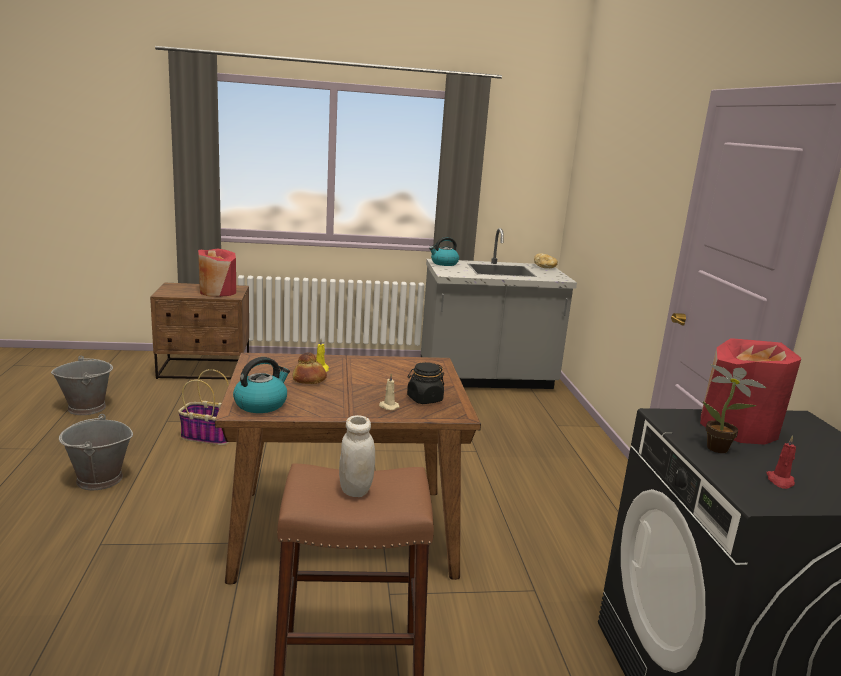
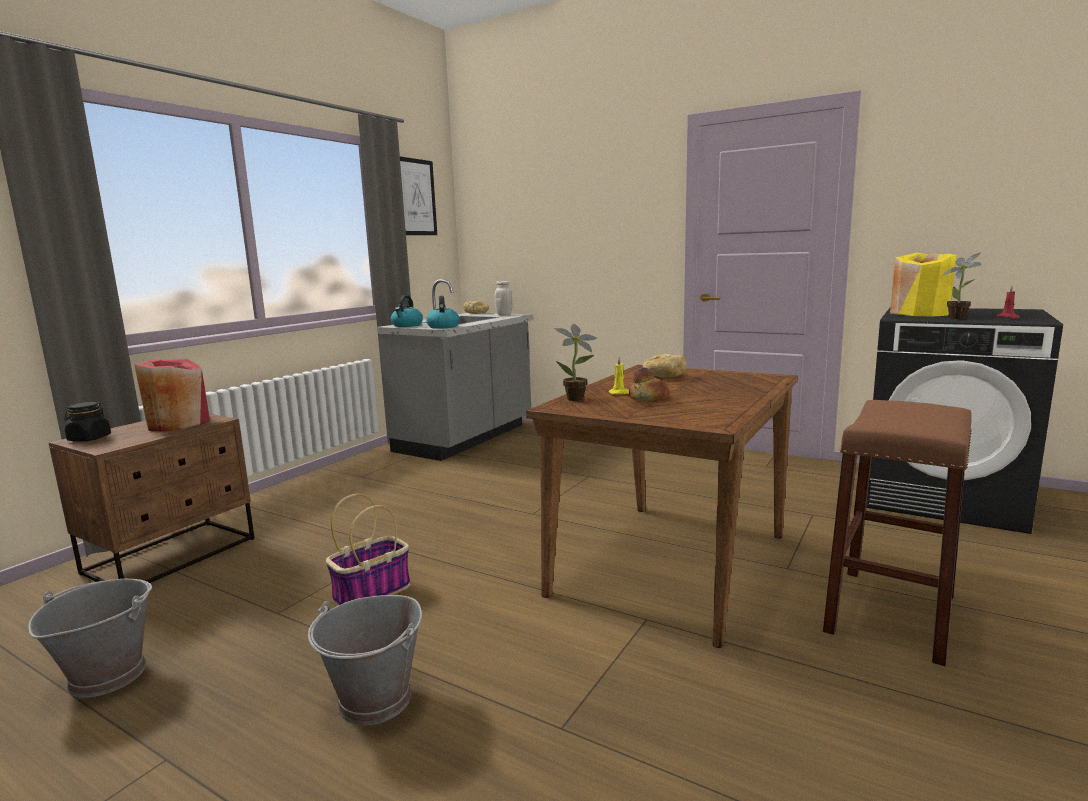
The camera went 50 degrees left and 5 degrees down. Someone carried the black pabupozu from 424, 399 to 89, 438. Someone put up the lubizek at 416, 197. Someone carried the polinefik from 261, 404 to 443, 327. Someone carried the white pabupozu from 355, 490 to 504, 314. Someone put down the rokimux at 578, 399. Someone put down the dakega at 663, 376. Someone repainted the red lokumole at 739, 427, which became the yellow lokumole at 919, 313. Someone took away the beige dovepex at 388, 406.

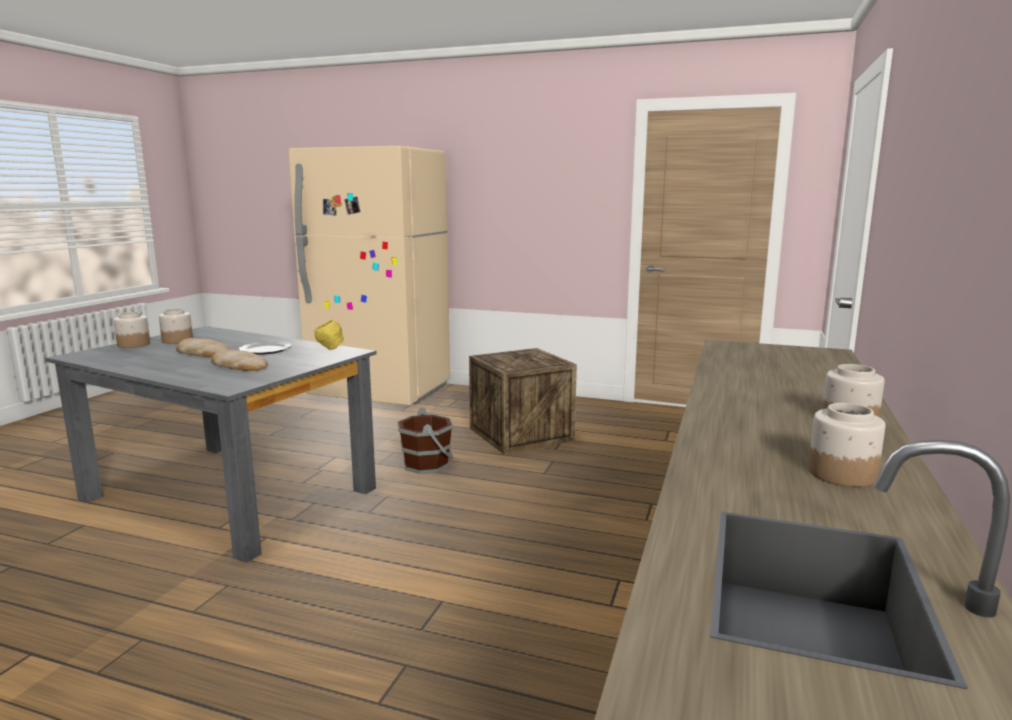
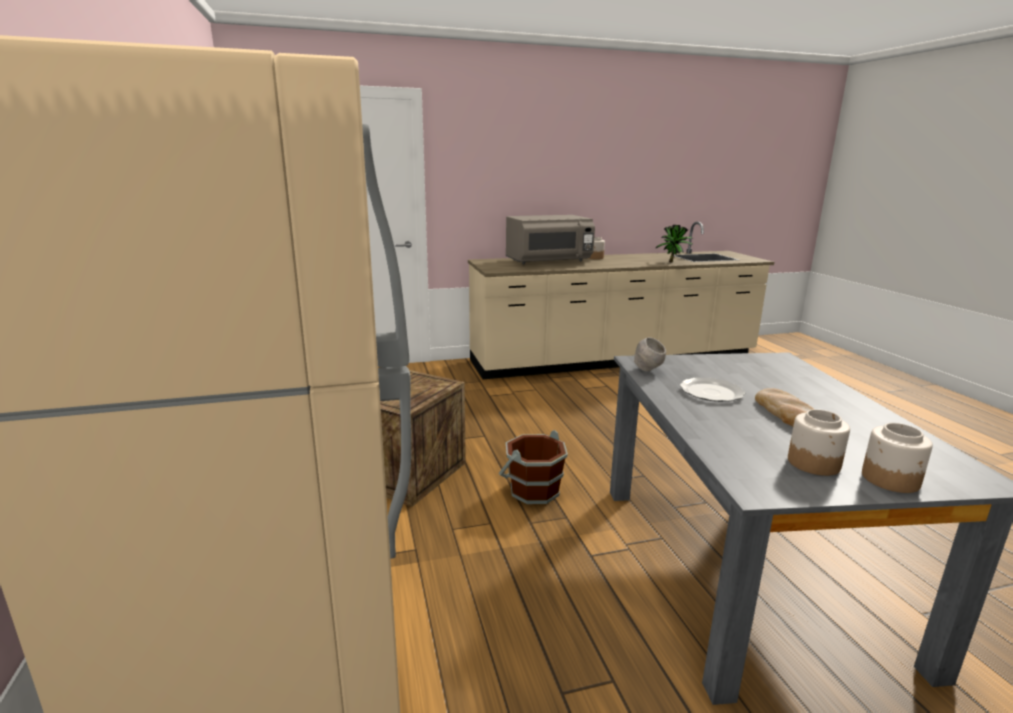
The camera went 125 degrees left and 5 degrees up. Someone put down the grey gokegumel at 549, 261. Someone repainted the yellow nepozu at 330, 349, which became the grey nepozu at 648, 370. Someone put down the rokimux at 673, 262. Someone took away the dakega at 238, 365. Someone took away the pabupozu at 841, 474.

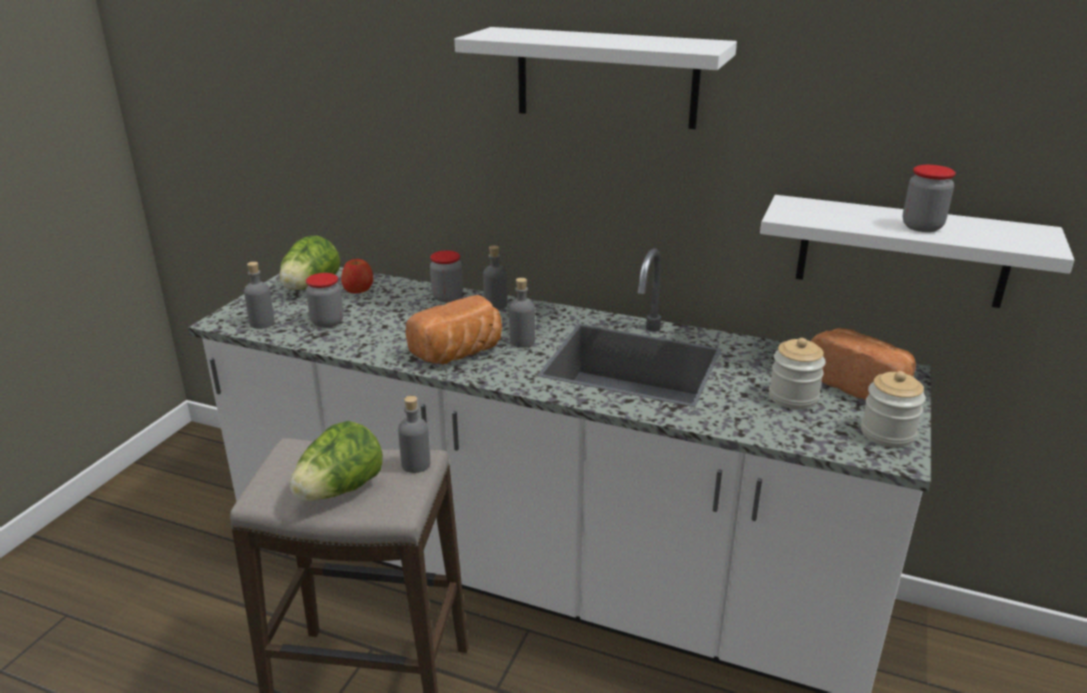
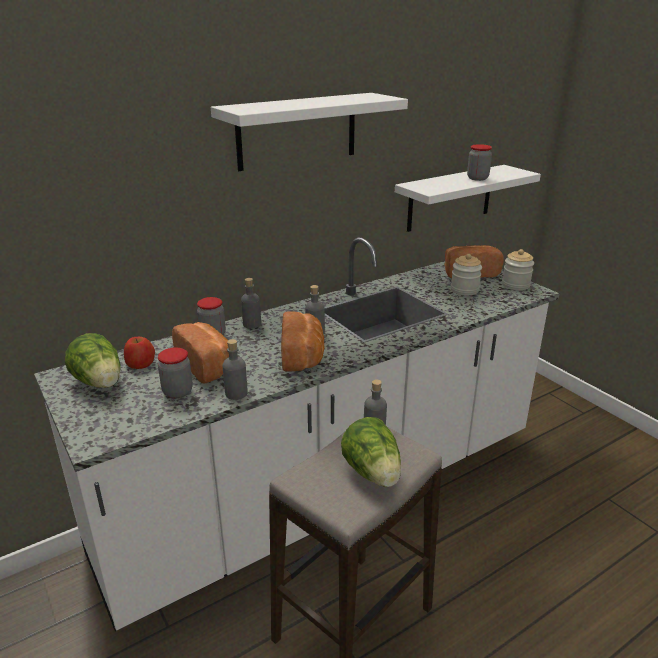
The camera went 55 degrees left and 0 degrees up. Someone put down the dakega at 208, 365. Someone carried the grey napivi from 262, 323 to 236, 393.

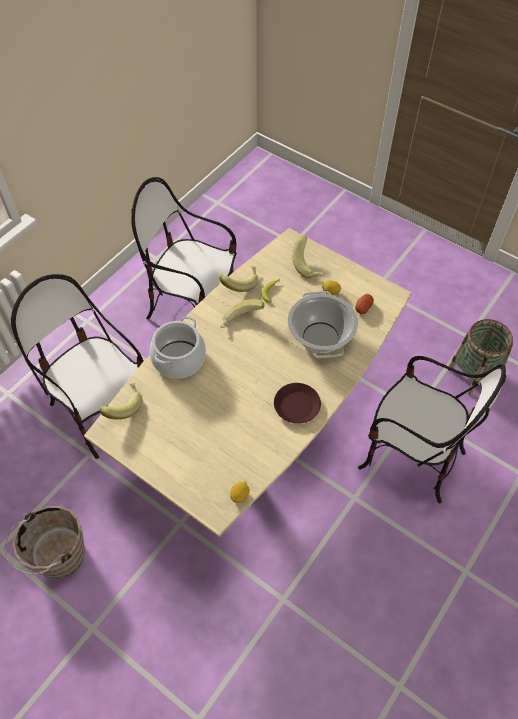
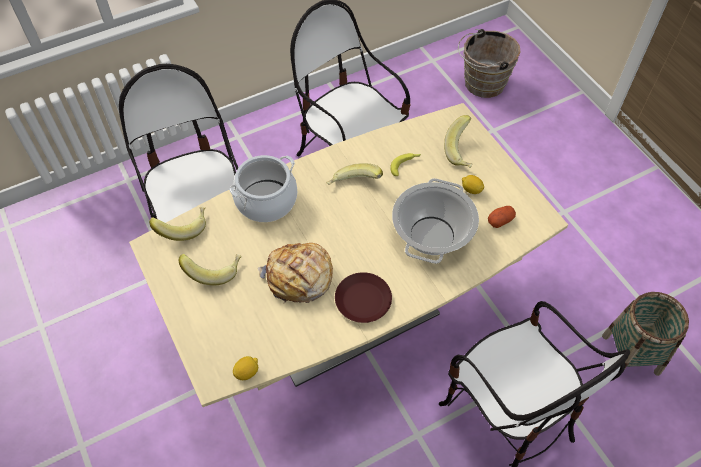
The camera went 25 degrees right and 0 degrees up. Someone carried the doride from 240, 283 to 214, 270. Someone put down the dakega at 299, 278. Someone carried the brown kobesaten from 56, 558 to 481, 84.

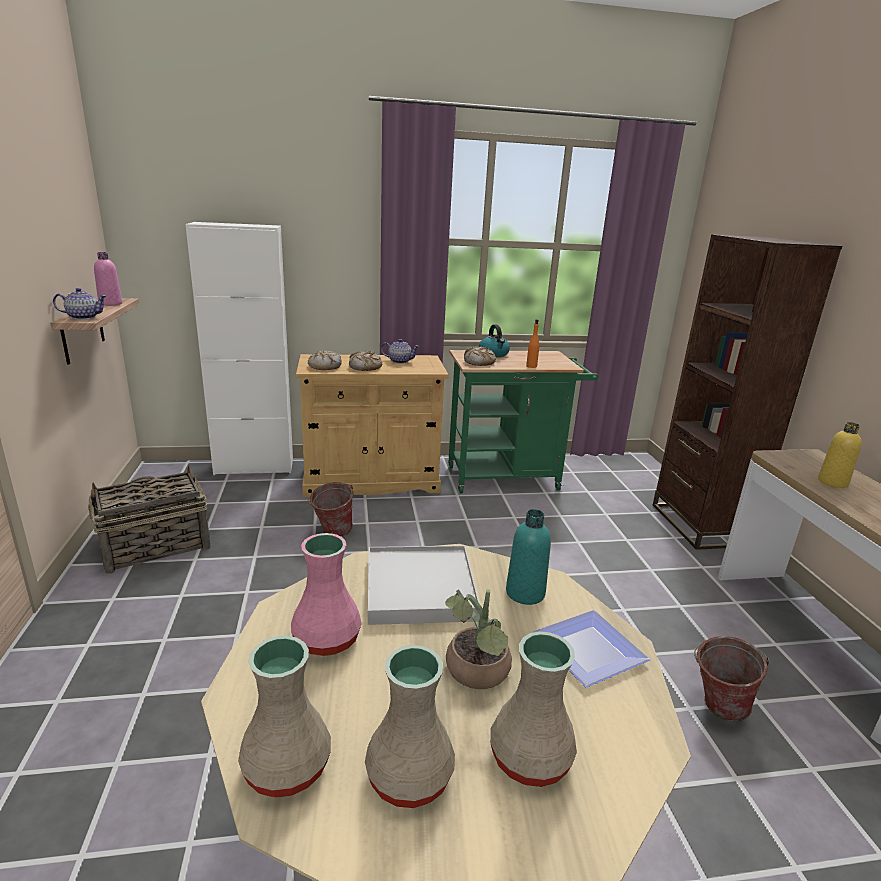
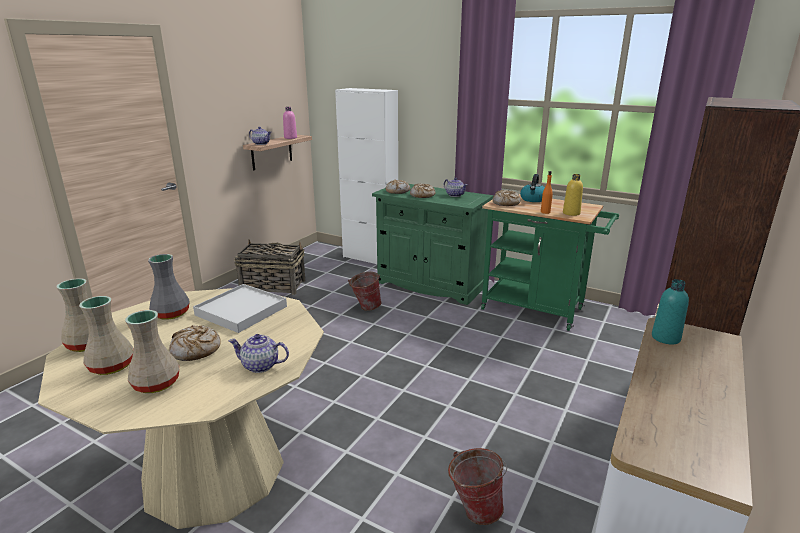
The camera went 40 degrees right and 0 degrees up. Someone repainted the pink lokumole at 327, 640, which became the grey lokumole at 170, 314. Someone swapped the rokimux at 476, 675 for the dakega at 196, 350. Someone swapped the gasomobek at 593, 651 for the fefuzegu at 261, 366. Someone repainted the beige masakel at 371, 480, which became the green masakel at 430, 284. Someone carried the yellow napivi from 832, 482 to 571, 213. Someone carried the turquoise napivi from 525, 593 to 665, 338.

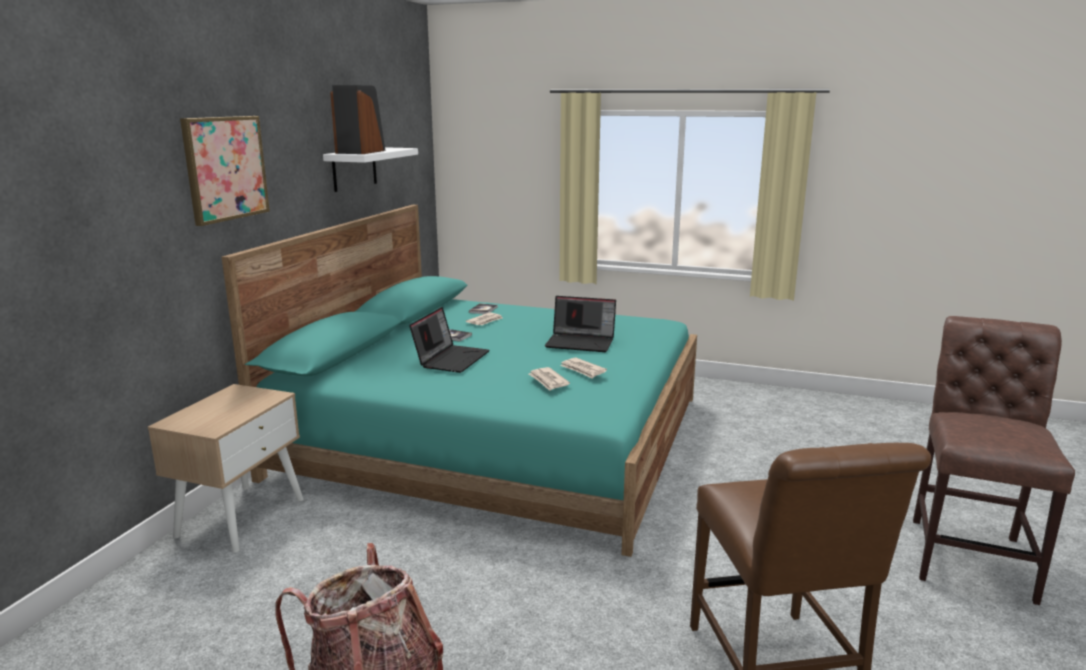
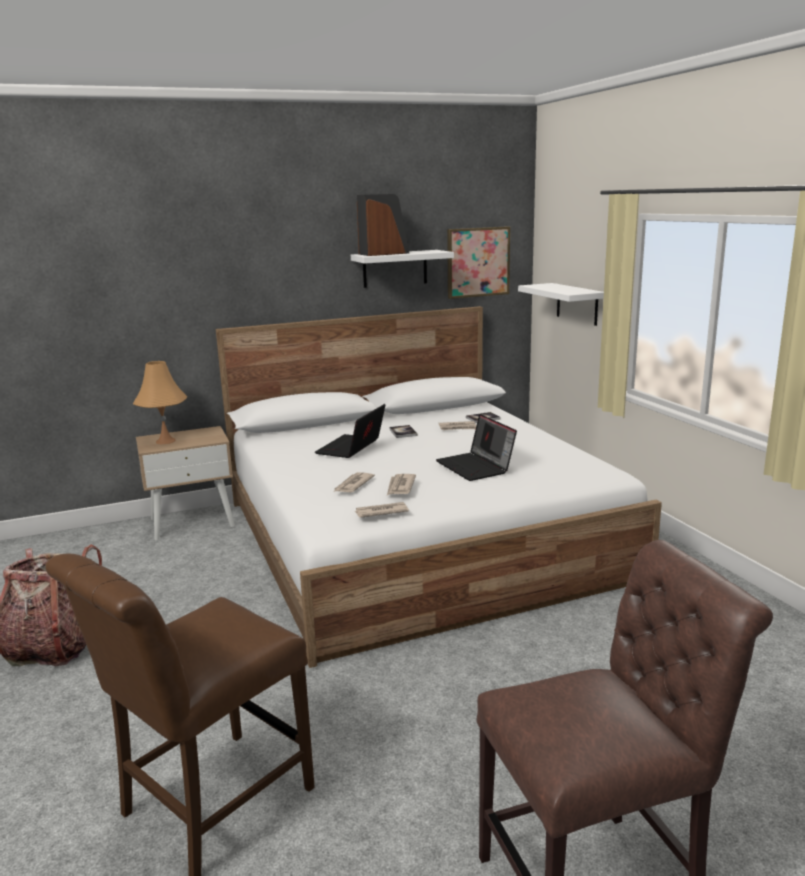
The camera went 50 degrees right and 0 degrees up. Someone put down the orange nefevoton at 166, 441. Someone repainted the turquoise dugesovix at 497, 435, which became the white dugesovix at 417, 538. Someone rotated the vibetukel at 451, 359 by 135 degrees clockwise. Someone put down the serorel at 380, 512. Someone carried the lubizek from 225, 168 to 478, 262. Someone put up the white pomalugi at 577, 304.

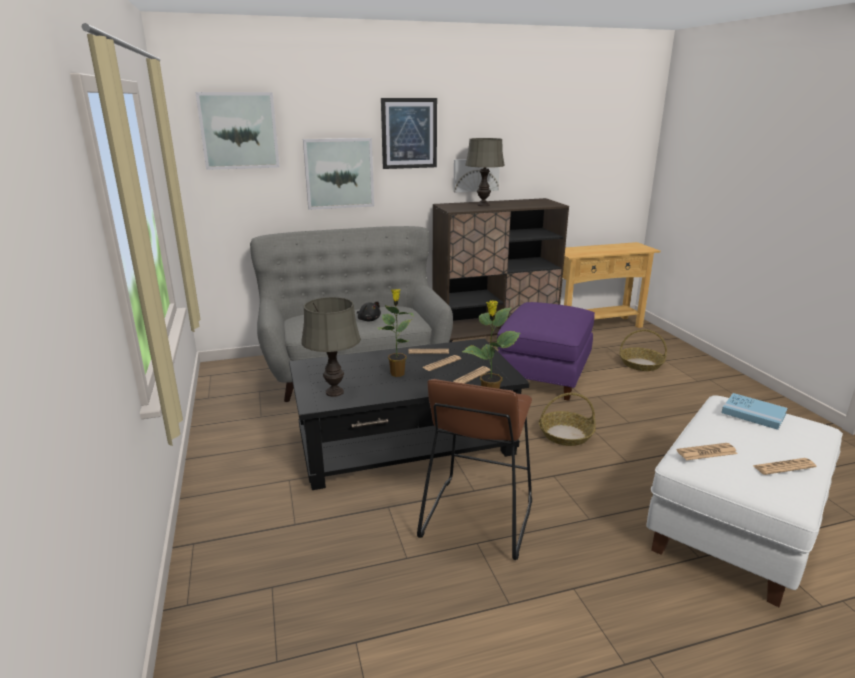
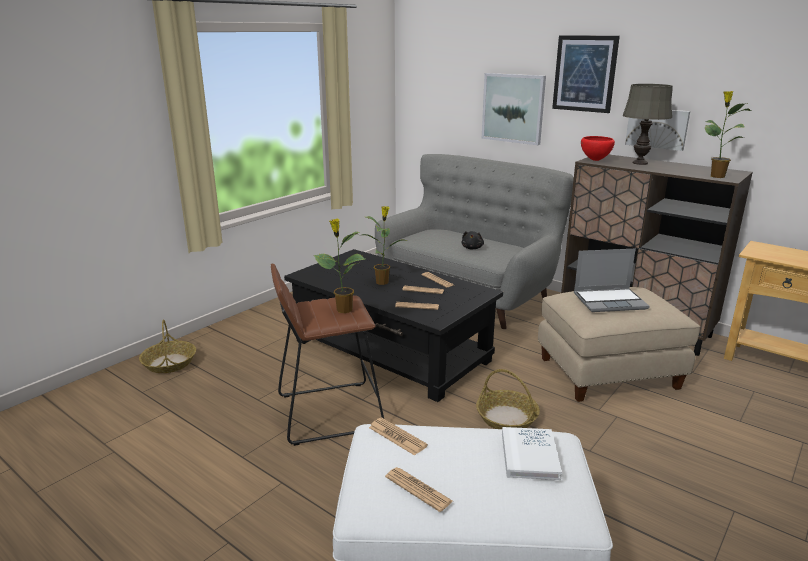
The camera went 55 degrees right and 0 degrees up. Someone carried the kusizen from 641, 364 to 169, 363. Someone repainted the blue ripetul at 753, 413, which became the white ripetul at 529, 456. Someone repainted the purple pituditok at 542, 374, which became the beige pituditok at 608, 372. Someone put down the vibetukel at 610, 301. Someone put down the red nepozu at 595, 160. Someone put down the rokimux at 716, 176. Someone took away the lubizek at 239, 131. Someone took away the grey nefevoton at 334, 392.

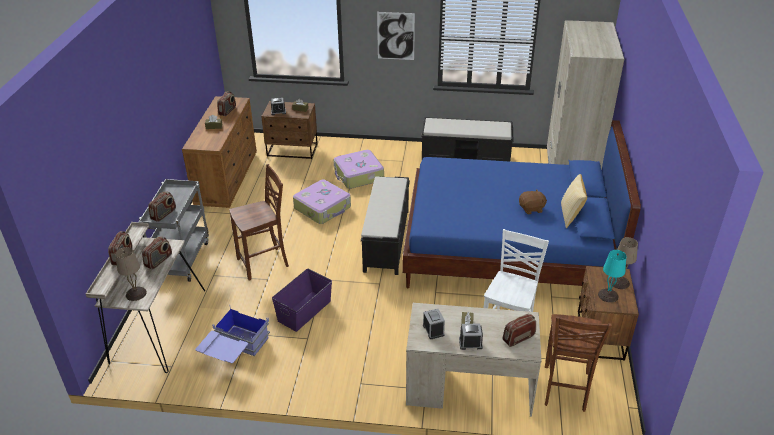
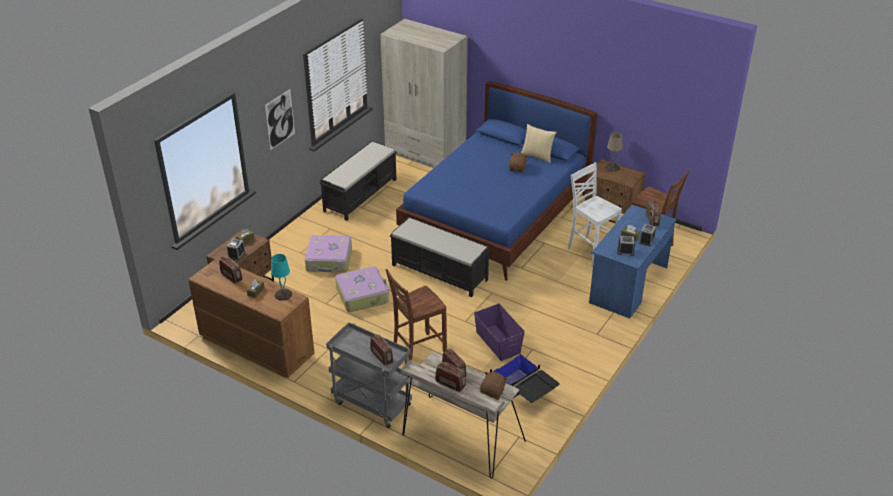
The camera went 65 degrees left and 0 degrees up. Someone carried the turquoise nefevoton from 607, 295 to 283, 295. Someone rotated the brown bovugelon at 264, 263 by 120 degrees counterclockwise. Someone swapped the beige nefevoton at 135, 293 for the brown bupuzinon at 493, 392. Someone repainted the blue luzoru at 235, 352, which became the black luzoru at 524, 394. Someone repainted the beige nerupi at 468, 388, which became the blue nerupi at 628, 285.

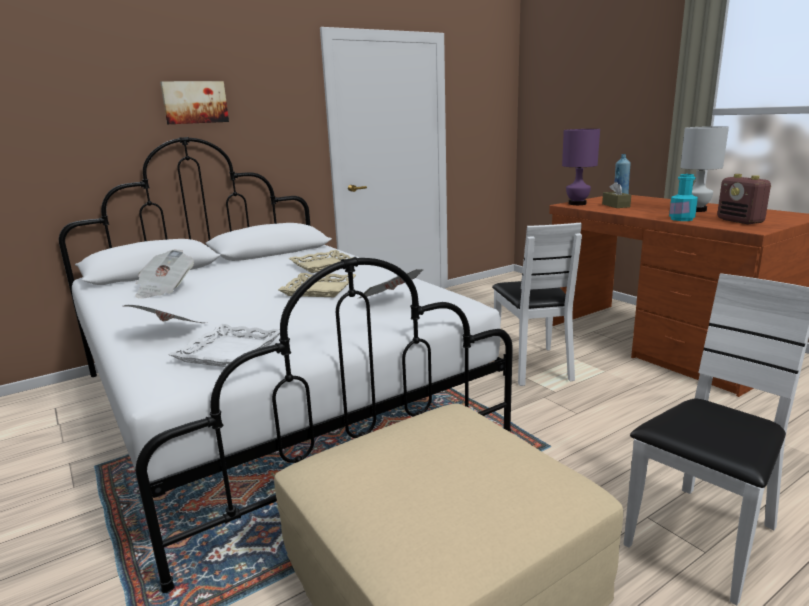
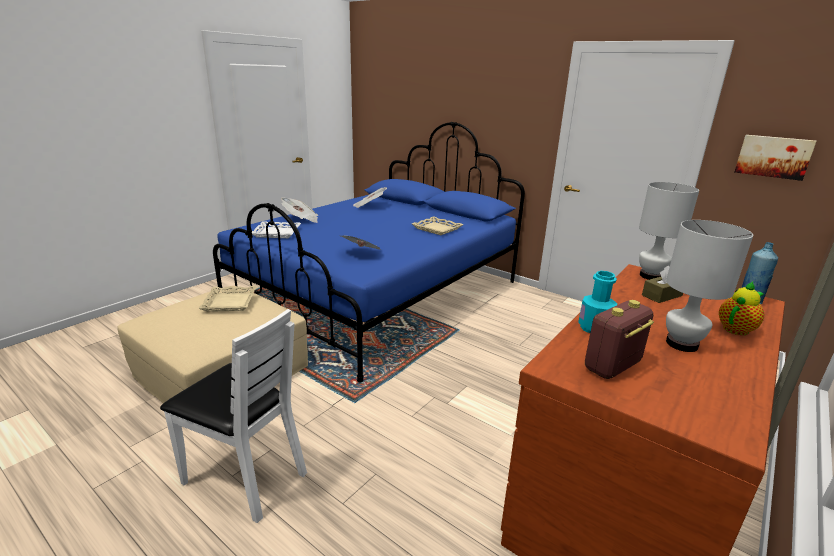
The camera went 70 degrees right and 5 degrees up. Someone carried the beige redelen from 319, 289 to 230, 302. Someone repainted the white dugesovix at 273, 403, which became the blue dugesovix at 379, 294. Someone repainted the purple nefevoton at 577, 203, which became the white nefevoton at 651, 276. Someone put down the fefuzegu at 737, 328. Someone carried the lubizek from 195, 102 to 773, 156. Someone took away the white bovugelon at 533, 365.

